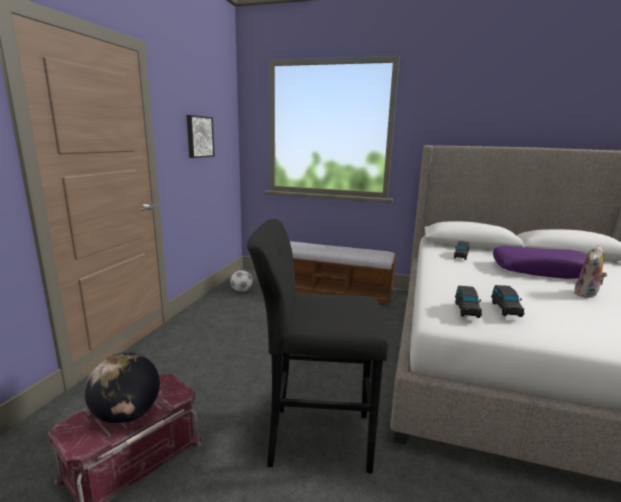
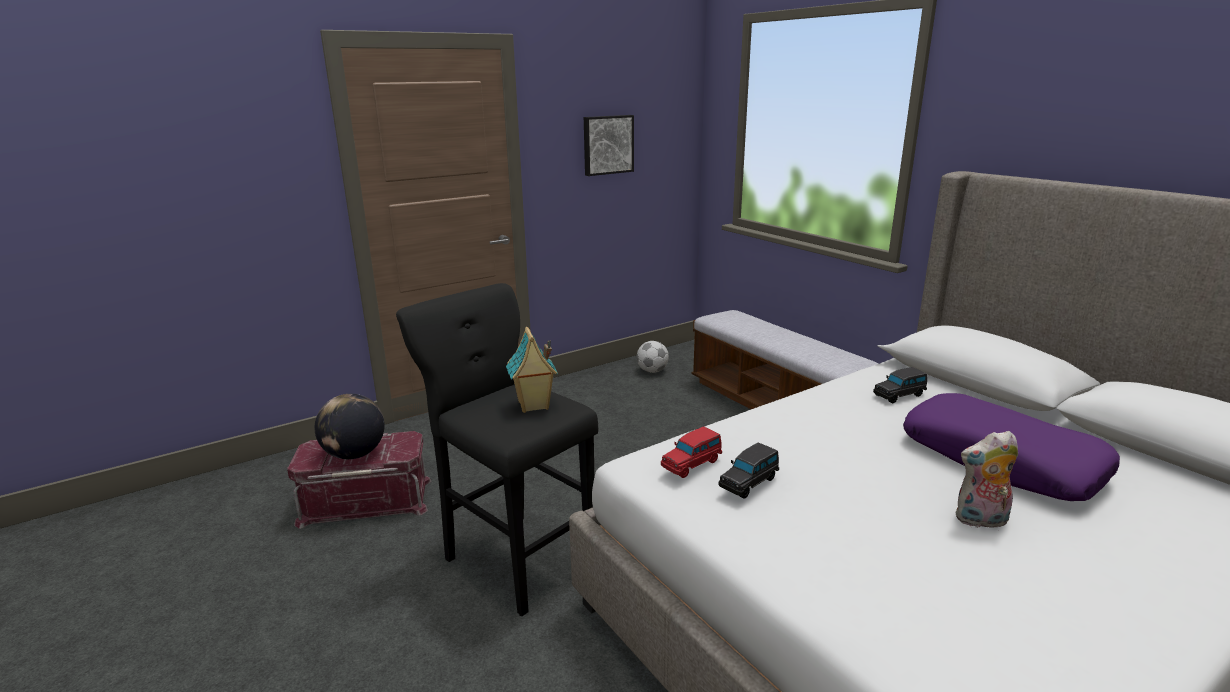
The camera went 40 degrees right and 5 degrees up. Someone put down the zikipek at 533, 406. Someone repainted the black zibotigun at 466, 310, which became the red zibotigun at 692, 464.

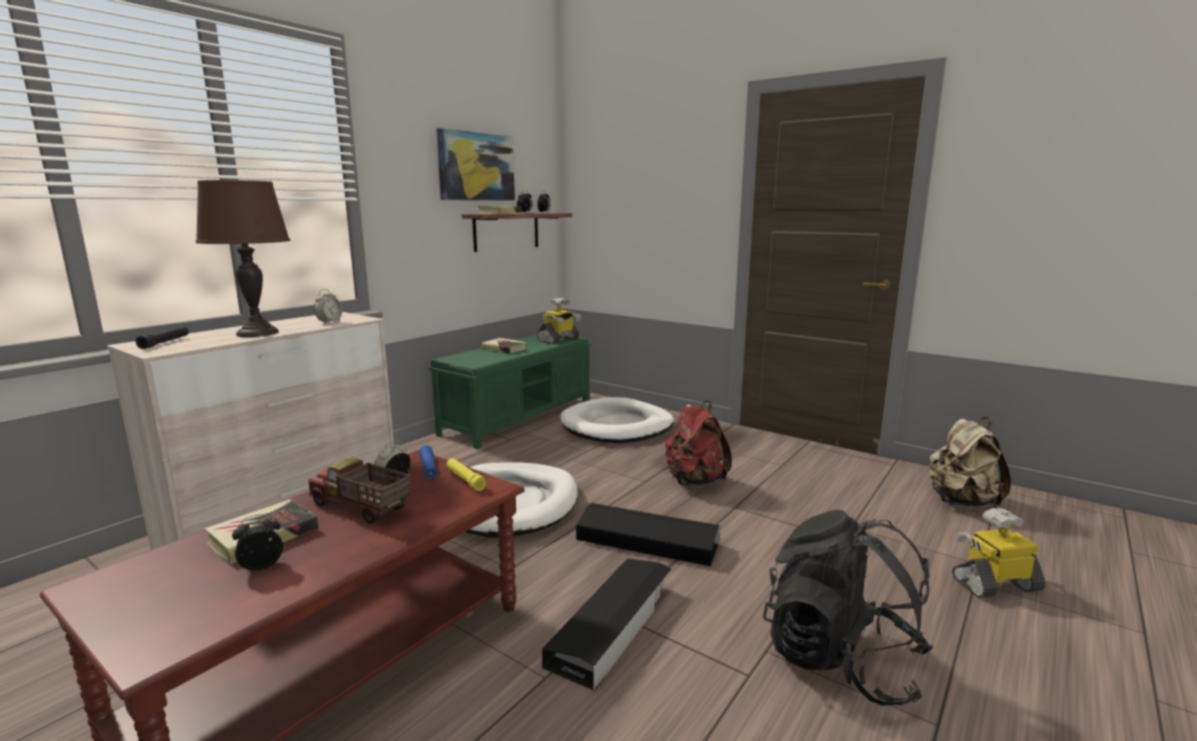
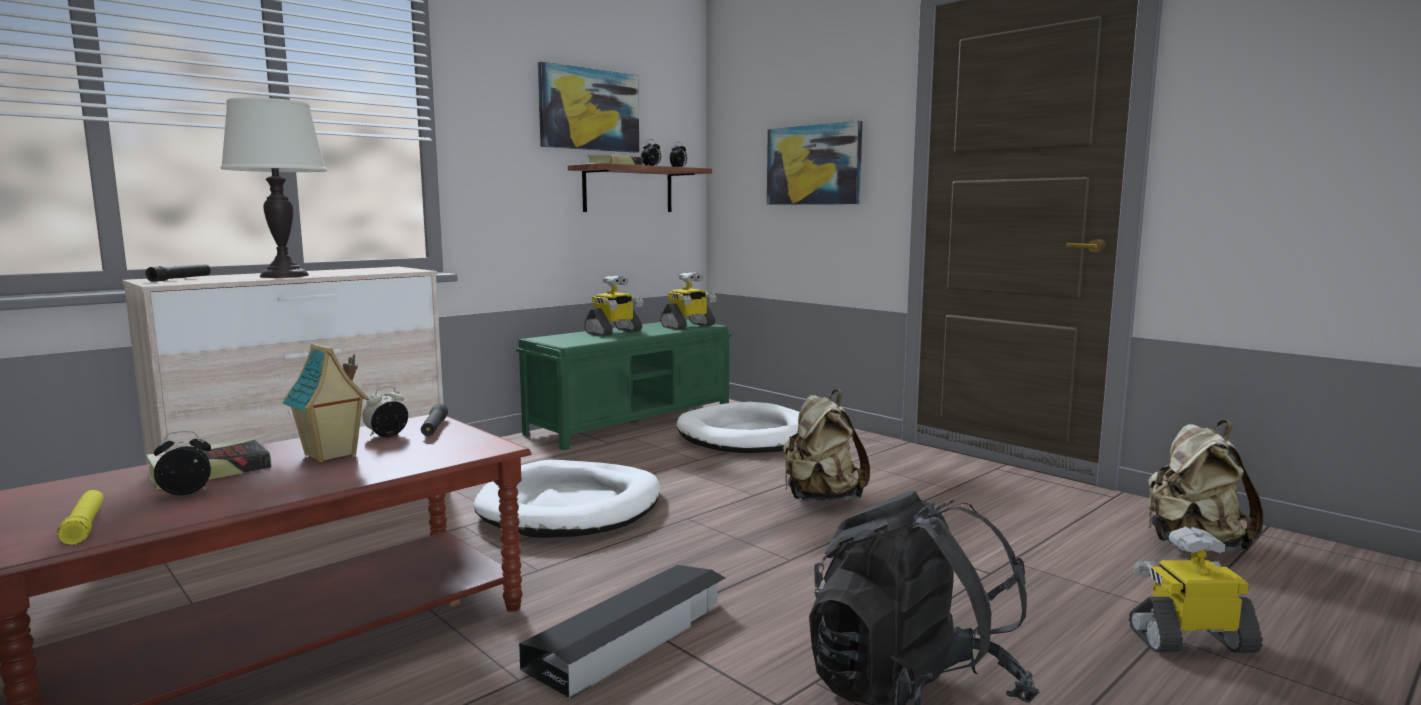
The camera went 10 degrees right and 5 degrees down. Someone carried the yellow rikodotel from 465, 479 to 84, 526. Someone repainted the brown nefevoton at 258, 333, which became the white nefevoton at 284, 276. Someone swapped the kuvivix at 360, 507 for the zikipek at 330, 455. Someone repainted the blue rikodotel at 428, 468, which became the black rikodotel at 434, 428. Someone swapped the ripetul at 504, 349 for the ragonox at 614, 332. Someone put up the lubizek at 813, 165. Someone repainted the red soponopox at 694, 481, which became the beige soponopox at 820, 498. Someone took away the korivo at 329, 322. Someone took away the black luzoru at 646, 541.

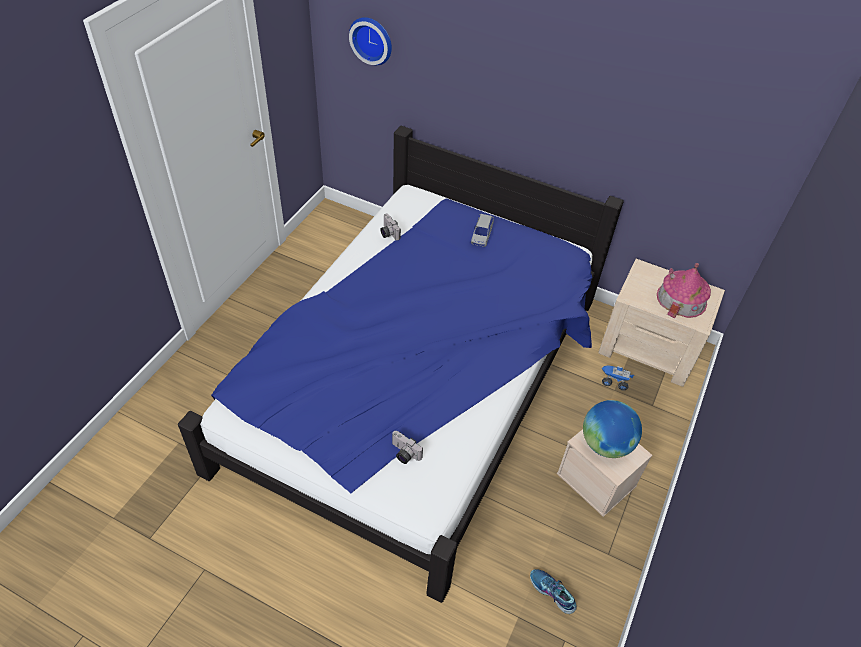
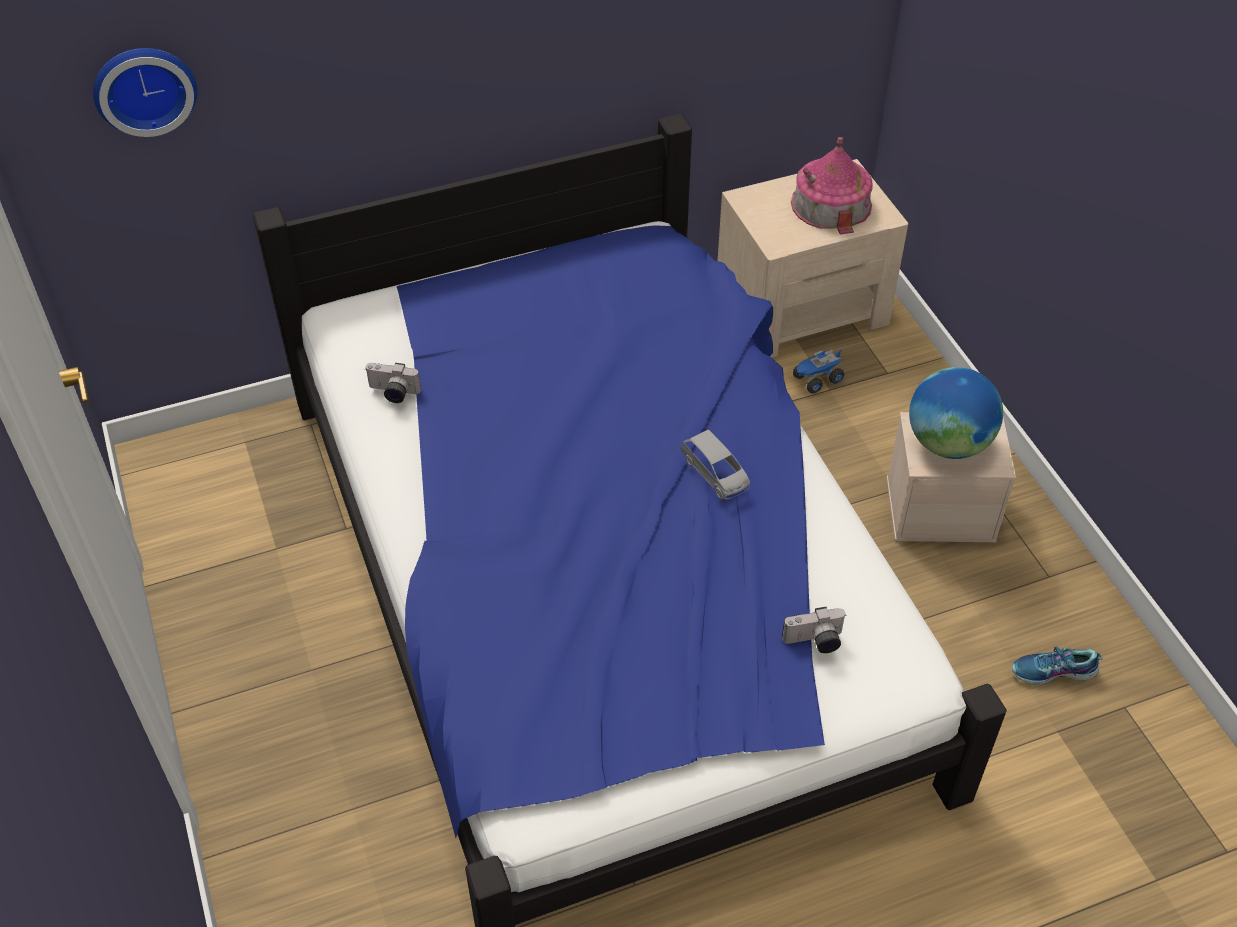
The camera went 45 degrees left and 0 degrees up. Someone carried the grey zibotigun from 481, 235 to 715, 474.

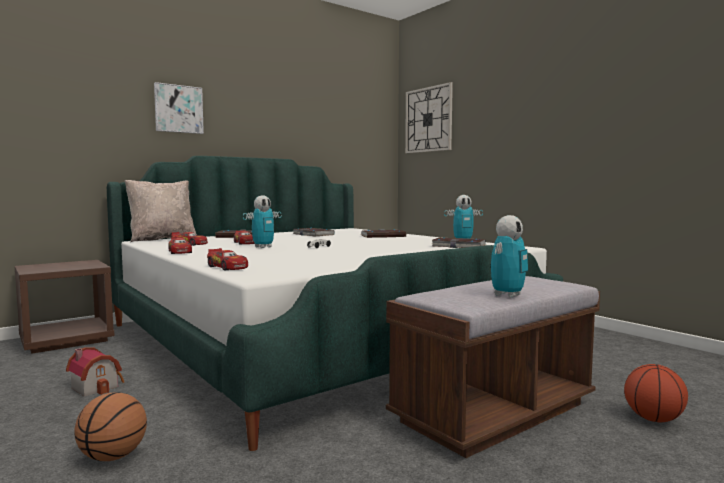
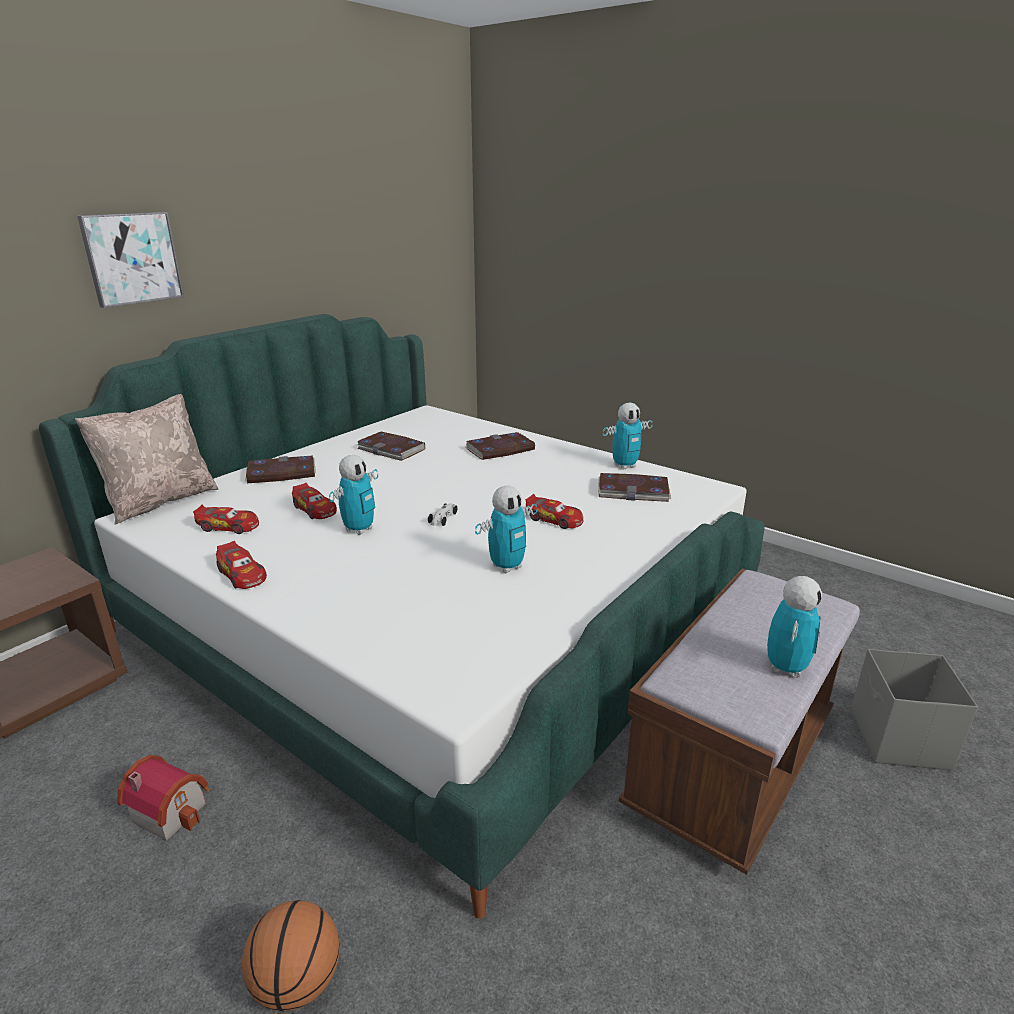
The camera went 15 degrees left and 20 degrees up. Someone put down the ragonox at 507, 566. Someone carried the zibotigun from 227, 267 to 554, 520. Someone swapped the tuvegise at 653, 419 for the grey luzoru at 898, 740. Someone took away the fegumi at 428, 119.

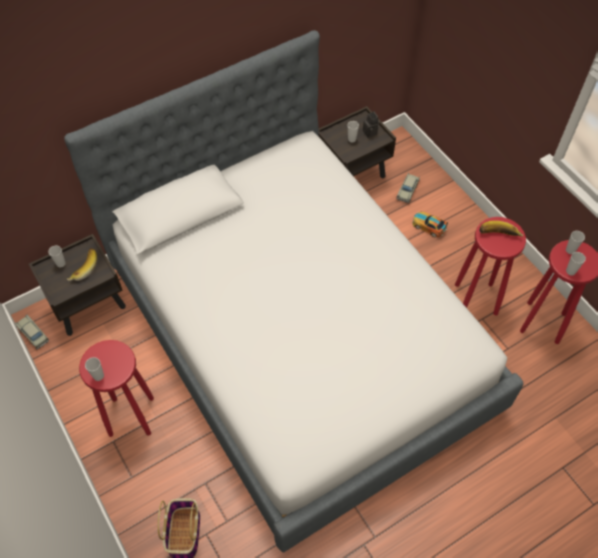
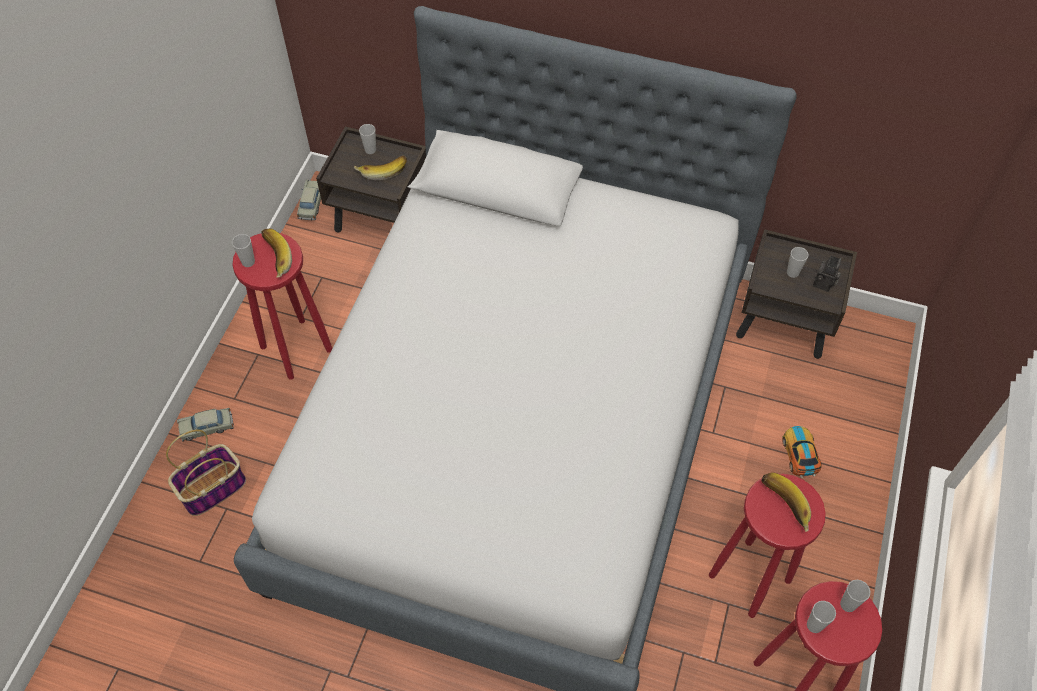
The camera went 50 degrees right and 0 degrees up. Someone carried the beige zibotigun from 407, 190 to 207, 427. Someone put down the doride at 274, 259.

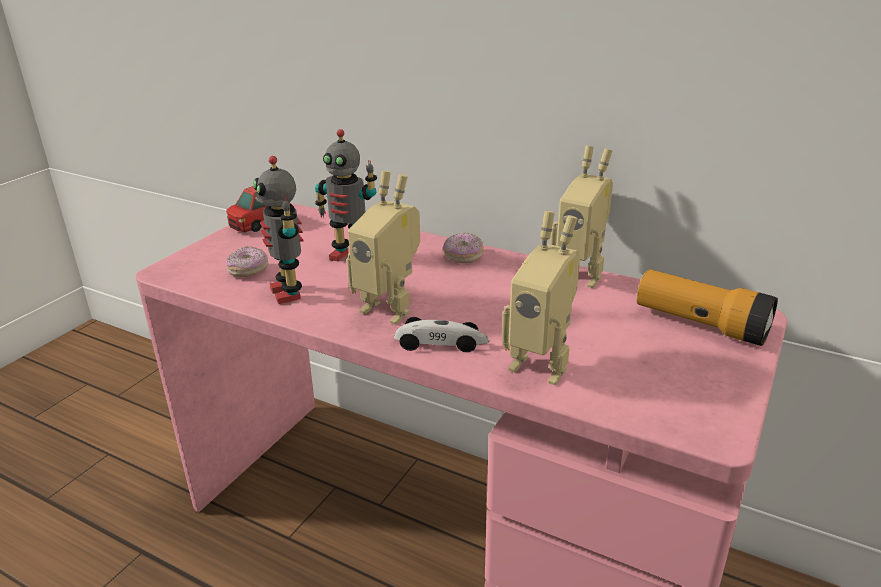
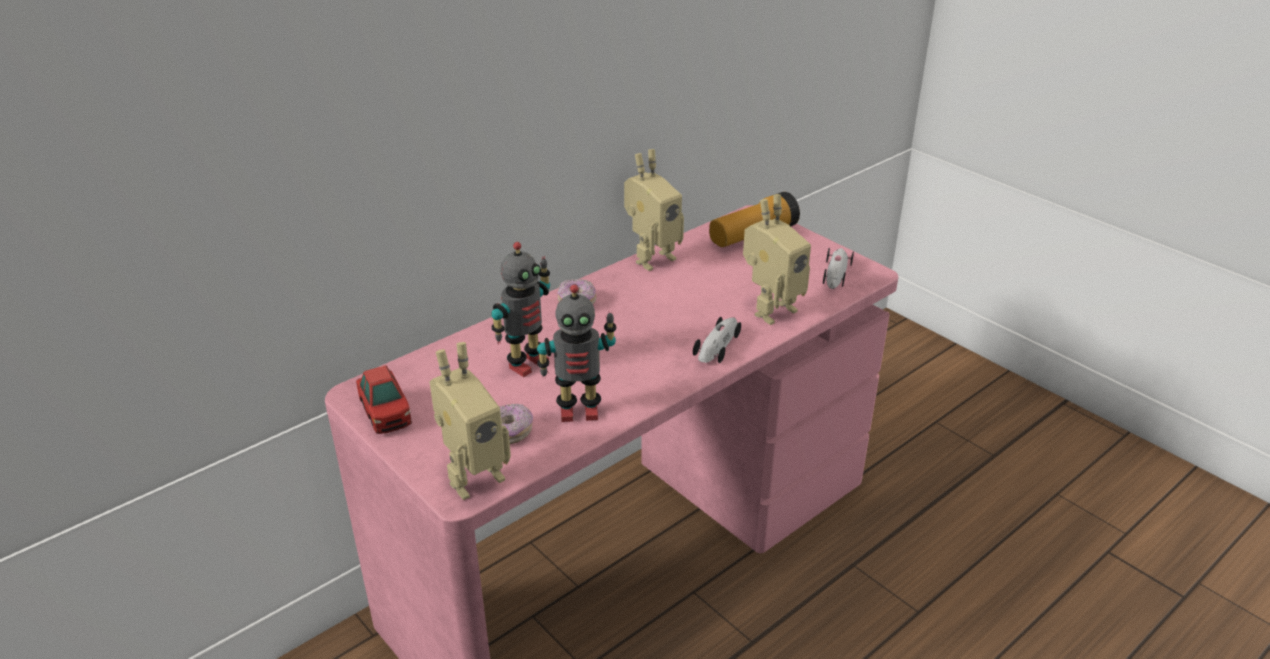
The camera went 70 degrees left and 5 degrees up. Someone carried the ragonox from 390, 308 to 472, 477. Someone put down the zibotigun at 836, 274.

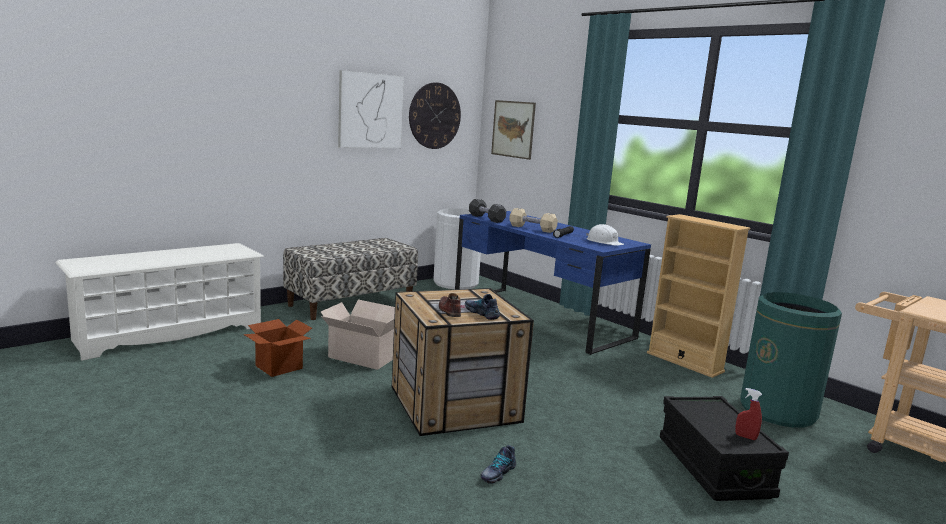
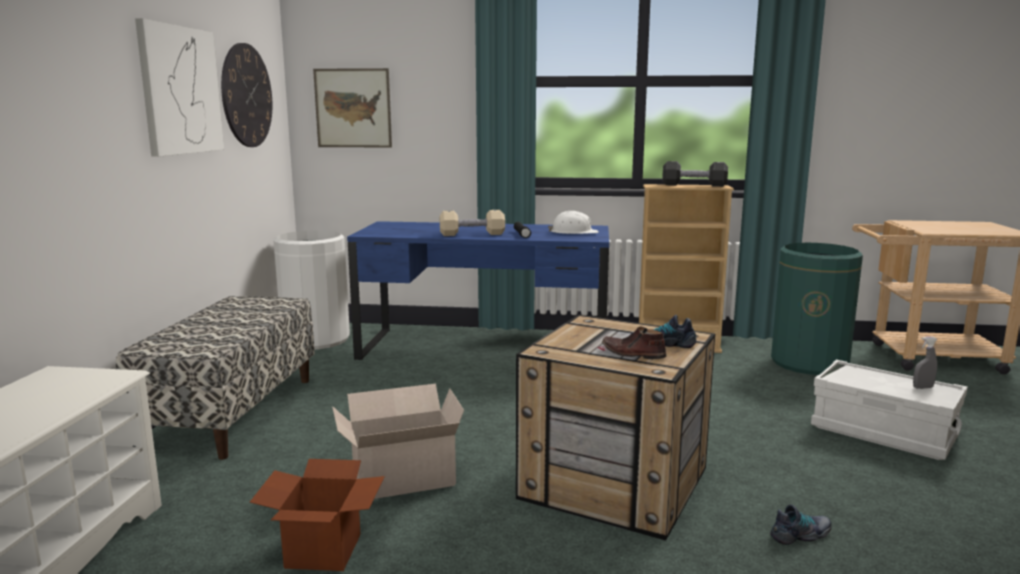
The camera went 40 degrees left and 0 degrees up. Someone carried the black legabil from 486, 218 to 694, 185. Someone rotated the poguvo at 497, 473 by 105 degrees counterclockwise. Someone repainted the black luzoru at 713, 467, which became the white luzoru at 883, 432. Someone repainted the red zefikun at 745, 437, which became the grey zefikun at 922, 387.

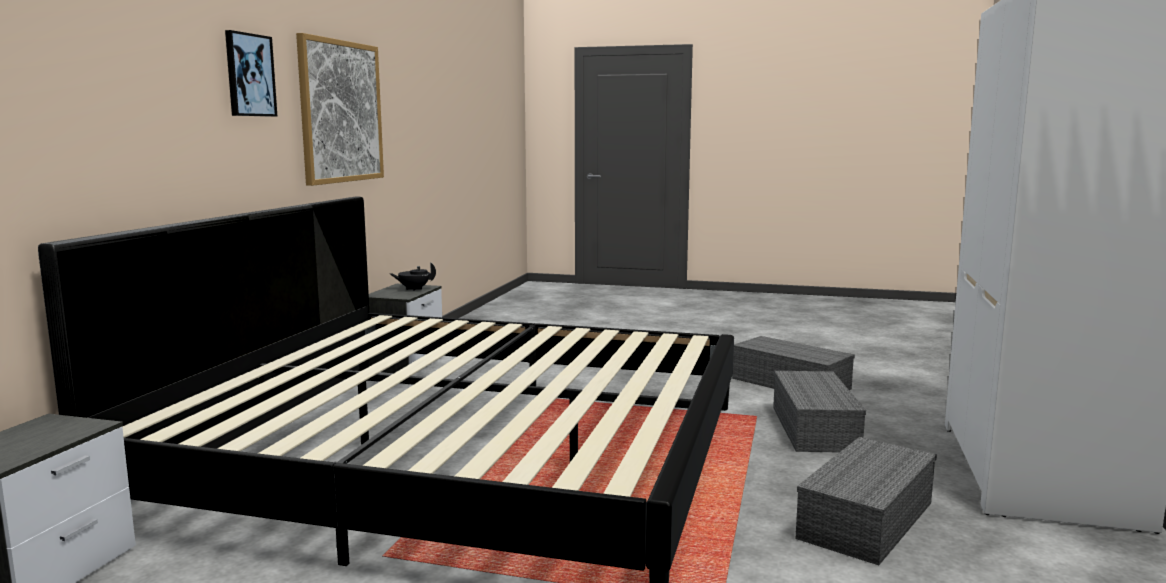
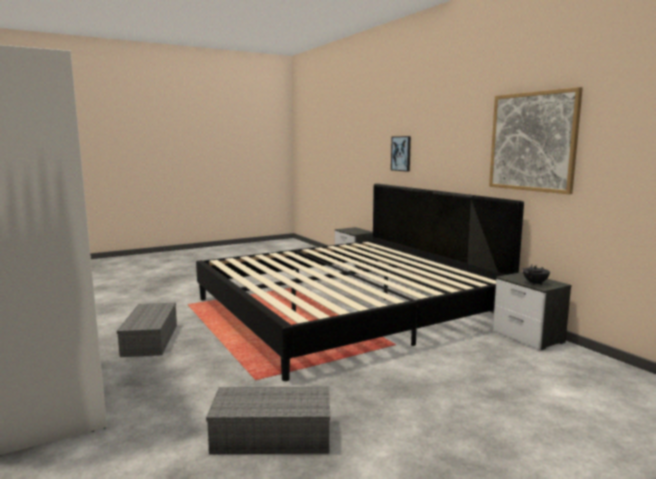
The camera went 135 degrees right and 0 degrees up. Someone carried the lubizek from 249, 75 to 401, 153. Someone took away the grey luzoru at 816, 429.

